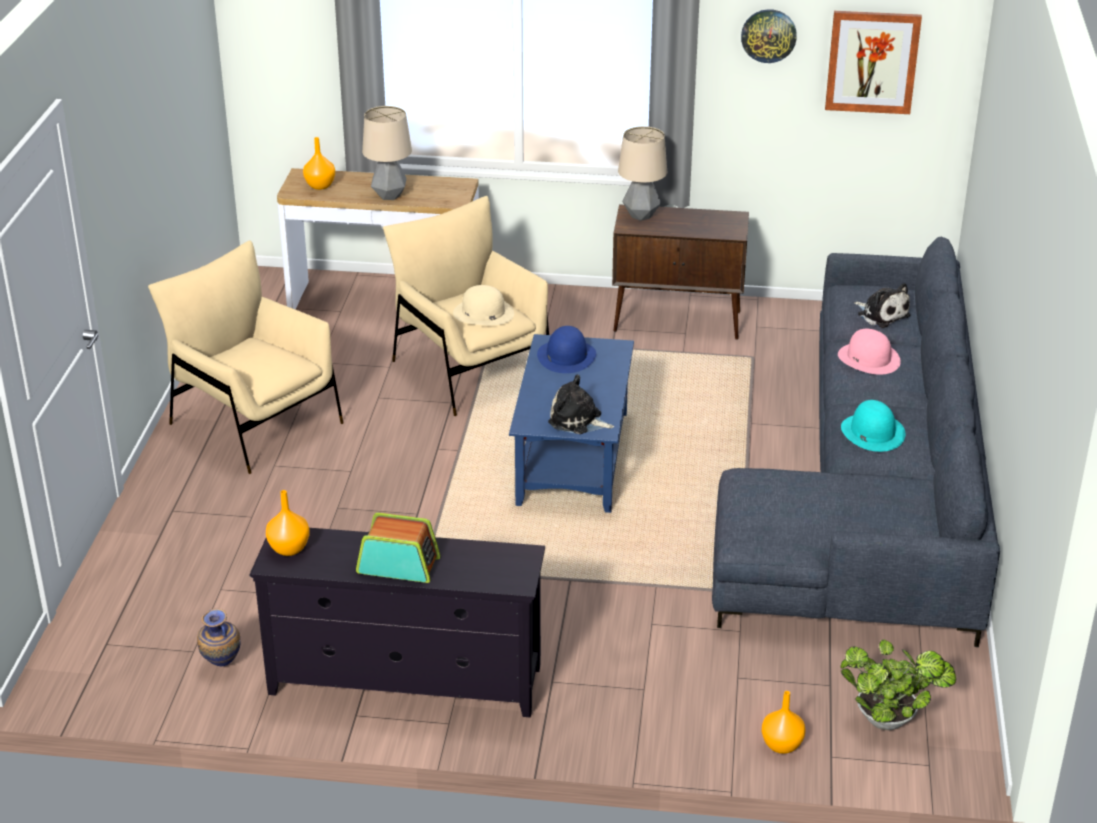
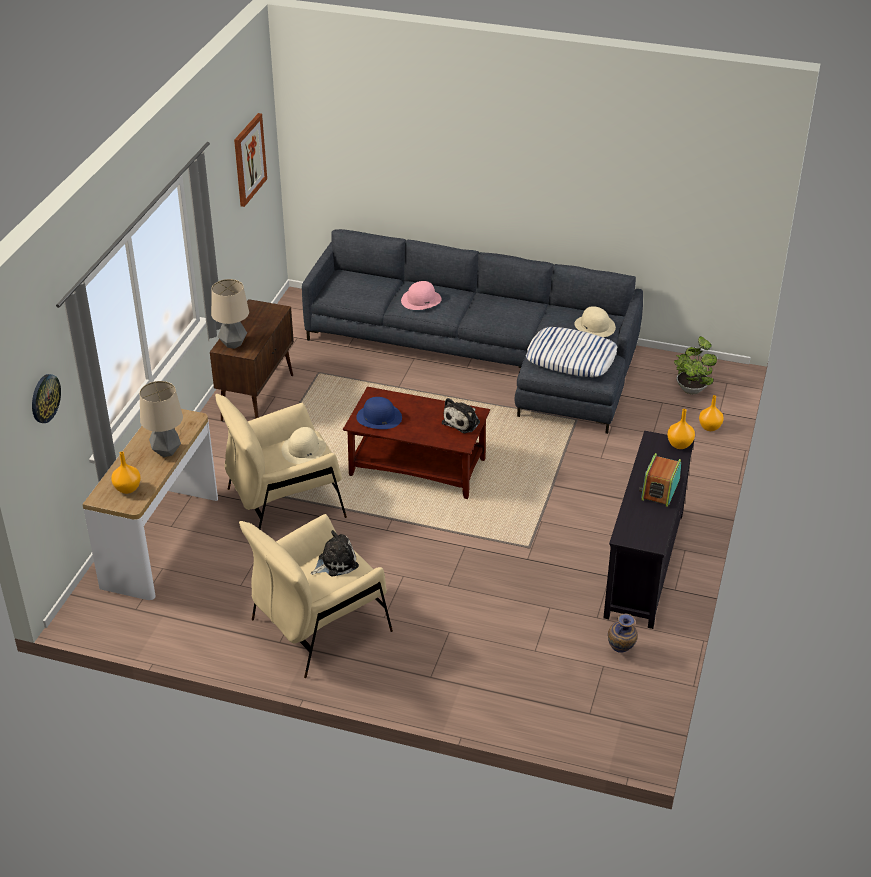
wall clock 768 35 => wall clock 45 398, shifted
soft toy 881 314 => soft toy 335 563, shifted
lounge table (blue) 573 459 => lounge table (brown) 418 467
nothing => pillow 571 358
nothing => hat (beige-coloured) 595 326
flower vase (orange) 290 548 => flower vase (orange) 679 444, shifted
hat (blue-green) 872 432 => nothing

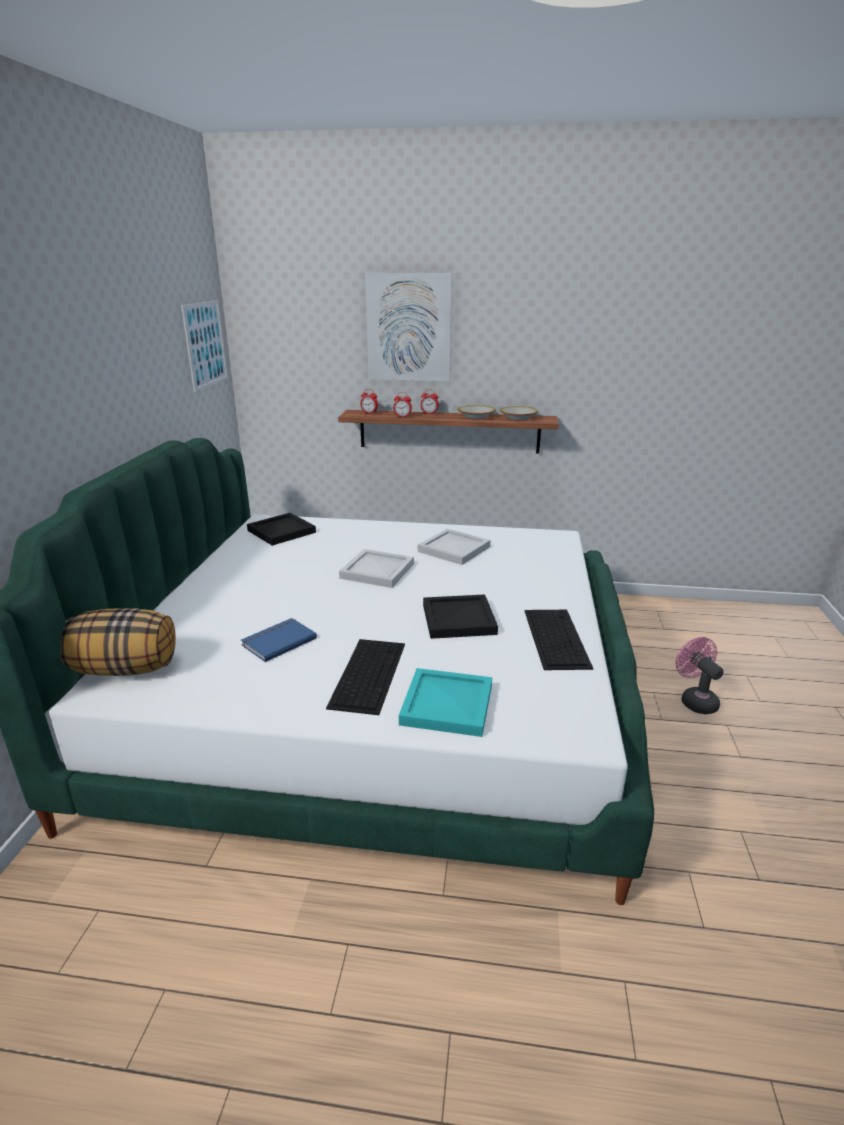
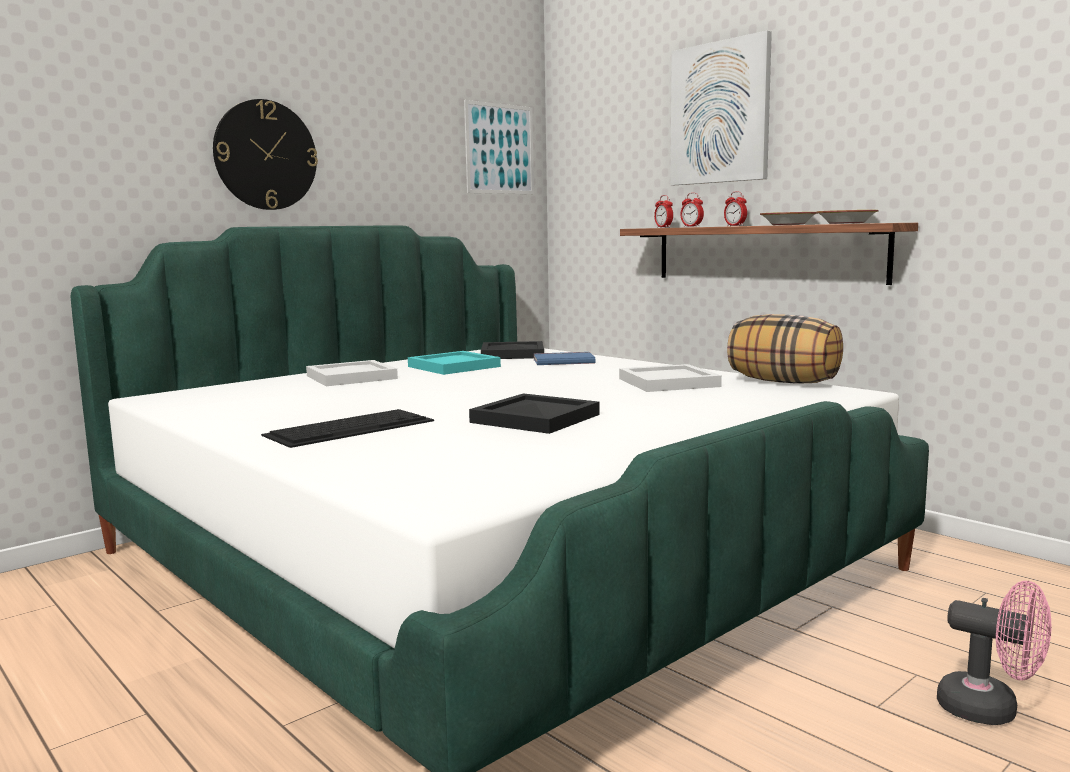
nothing => wall clock 265 155
tray (whitish) 378 570 => tray (whitish) 353 377, shifted
tray (blue-green) 448 704 => tray (blue-green) 455 366, shifted
book (blue) 277 641 => book (blue) 563 361, shifted
pillow 126 668 => pillow 784 382, shifted
cooling fan (pink-coloured) 695 700 => cooling fan (pink-coloured) 990 710, 105 degrees clockwise
computer keyboard 555 637 => nothing

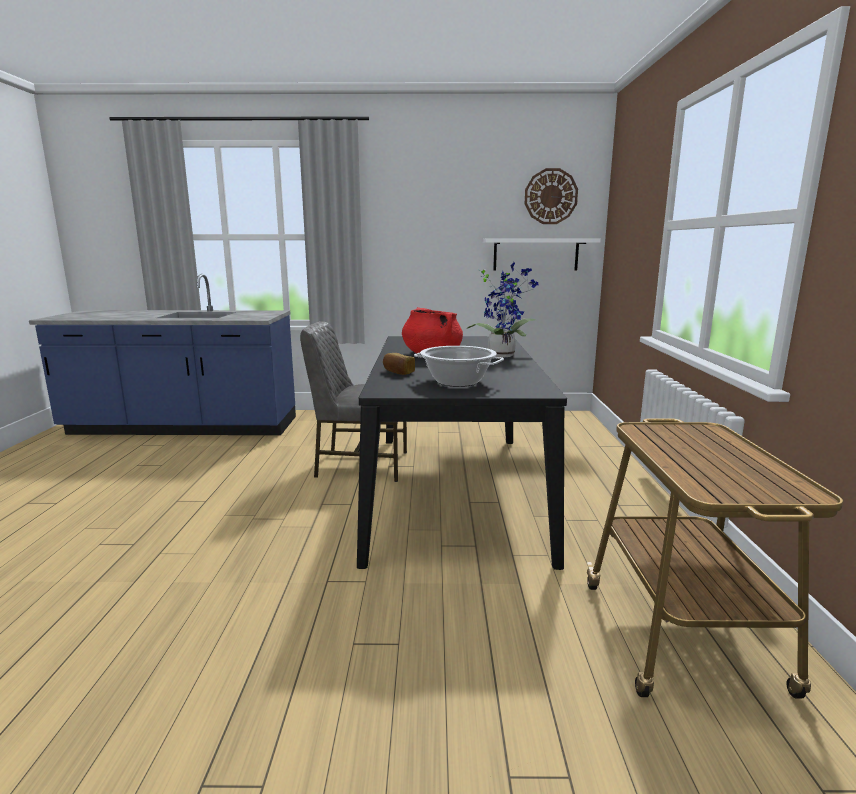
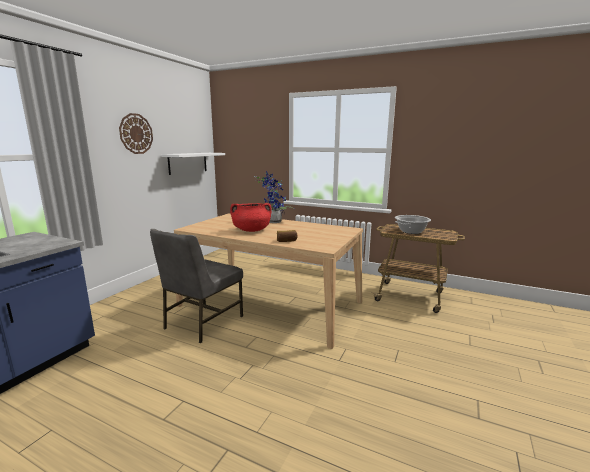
wall clock 550 196 => wall clock 136 134, shifted
dining table (blackish) 453 489 => dining table (beige-coloured) 270 303
cooking pot 458 382 => cooking pot 411 231, shifted

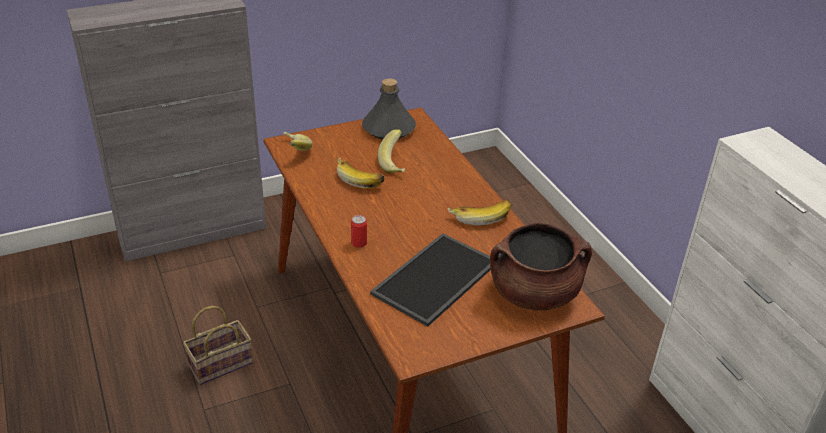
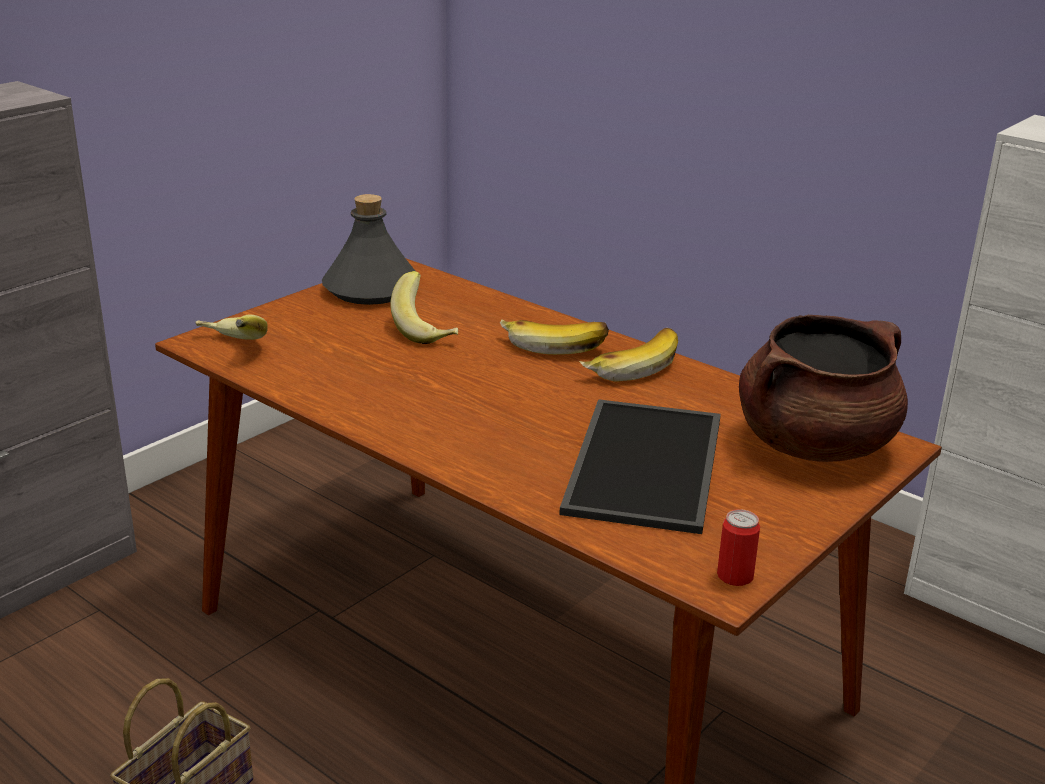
banana 360 179 => banana 554 345, shifted
can 359 243 => can 735 576, shifted

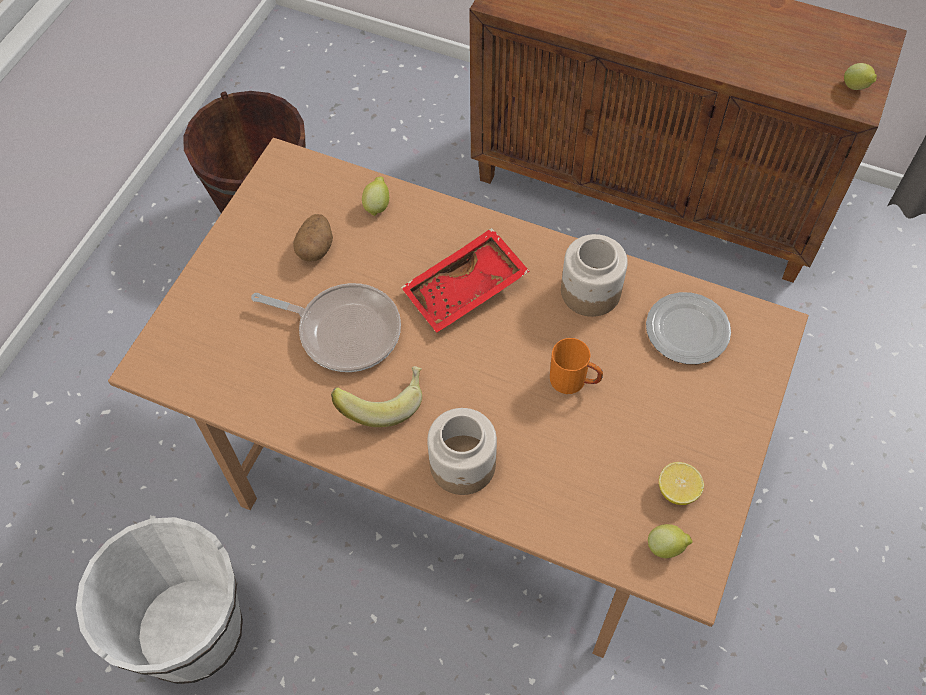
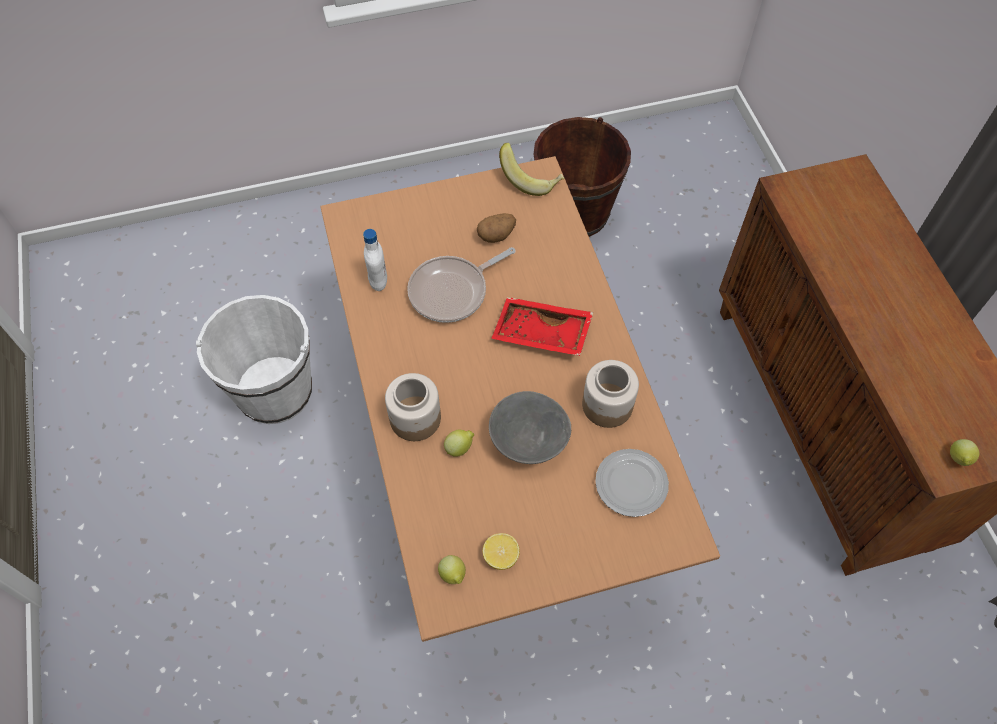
nothing => bottle (whitish) 378 281
pan 344 330 => pan 452 291, 75 degrees clockwise
whole lemon 377 205 => whole lemon 459 448, shifted
coffee mug (orange) 574 381 => serving bowl (grey) 529 441
banana 383 401 => banana 531 179, shifted

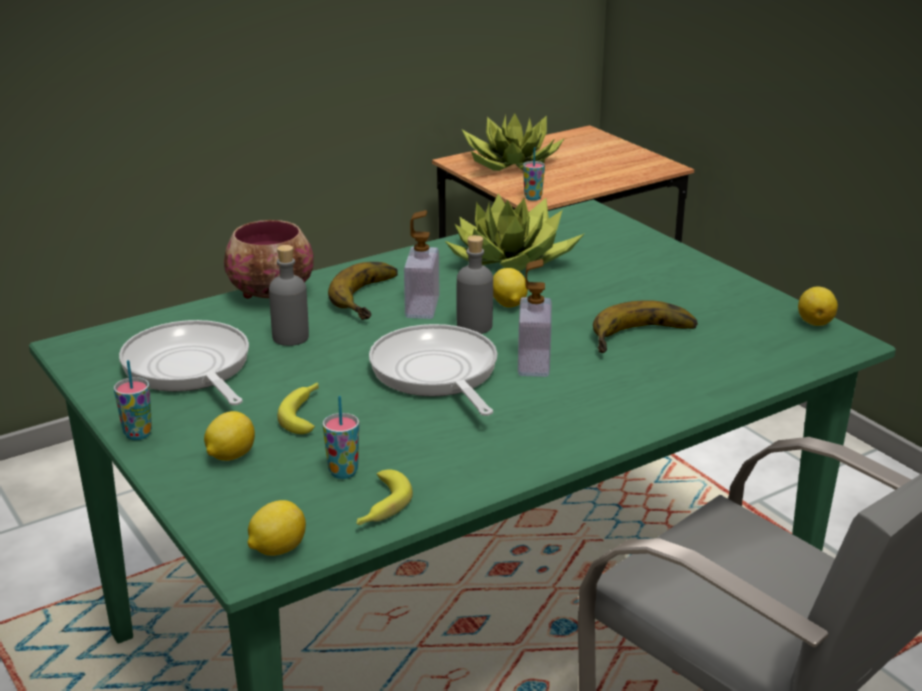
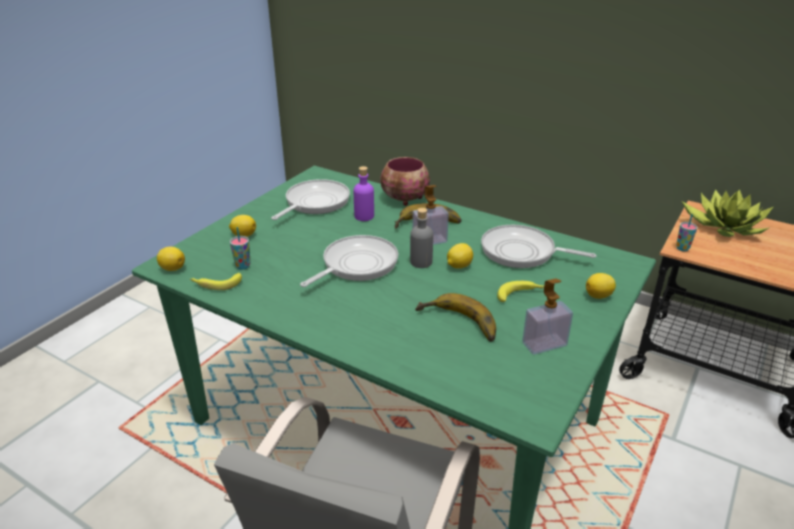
bottle (grey) 290 337 => bottle (purple) 364 216
potted plant 512 259 => pan 522 252
banana 305 413 => banana 520 295, shifted
soap dispenser 533 363 => soap dispenser 544 344, shifted
whole lemon 815 322 => whole lemon 599 296, shifted
small cup 138 434 => nothing

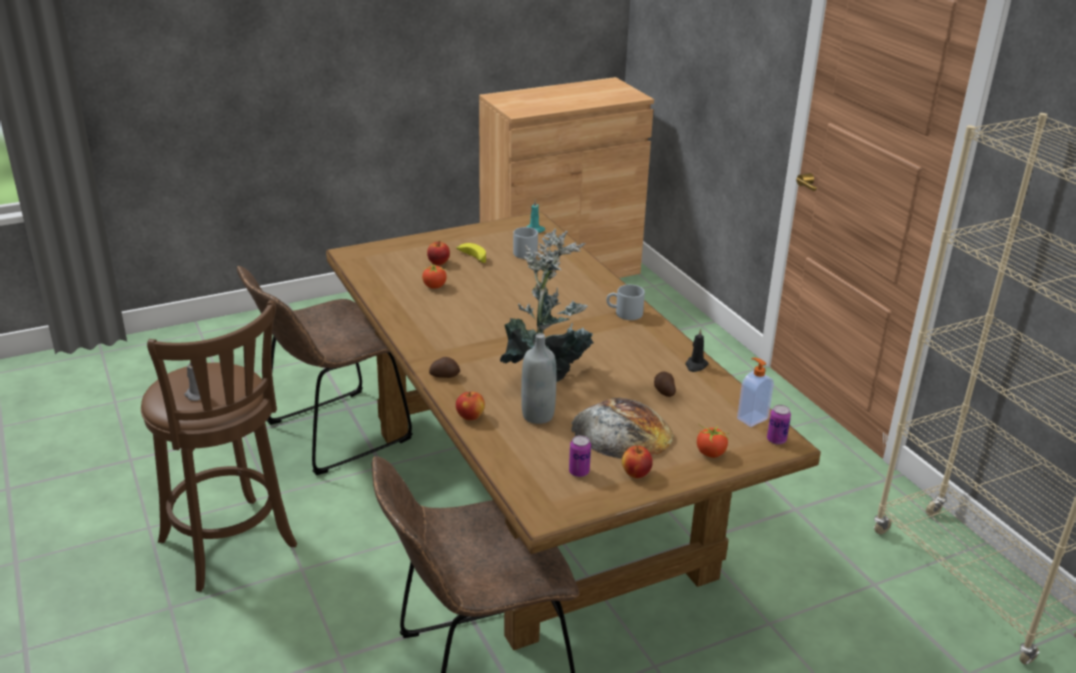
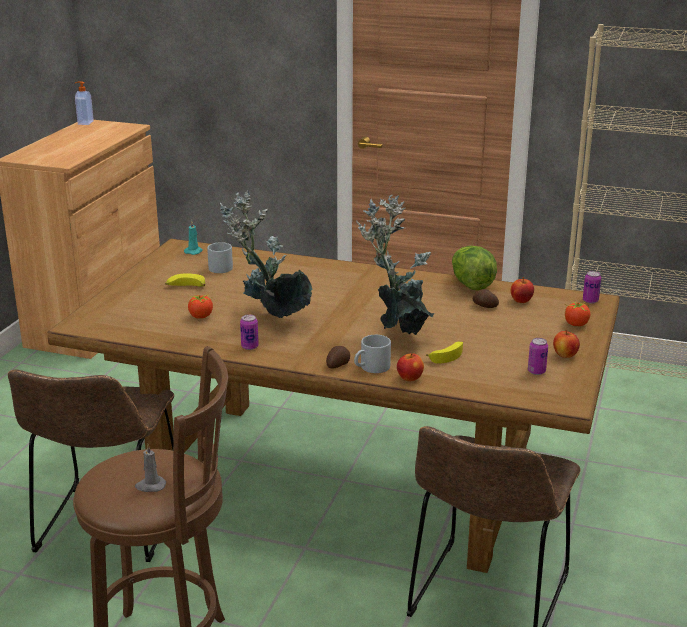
soap dispenser 751 418 => soap dispenser 85 123, shifted
nothing => potted plant 271 319
nothing => can 250 347
coffee mug (grey) 624 313 => coffee mug (grey) 371 368, shifted
bottle (grey) 538 415 => banana 447 355
candle (blackish) 696 365 => lettuce 471 284
apple 438 263 => apple 521 301, shifted
bread 621 432 => nothing

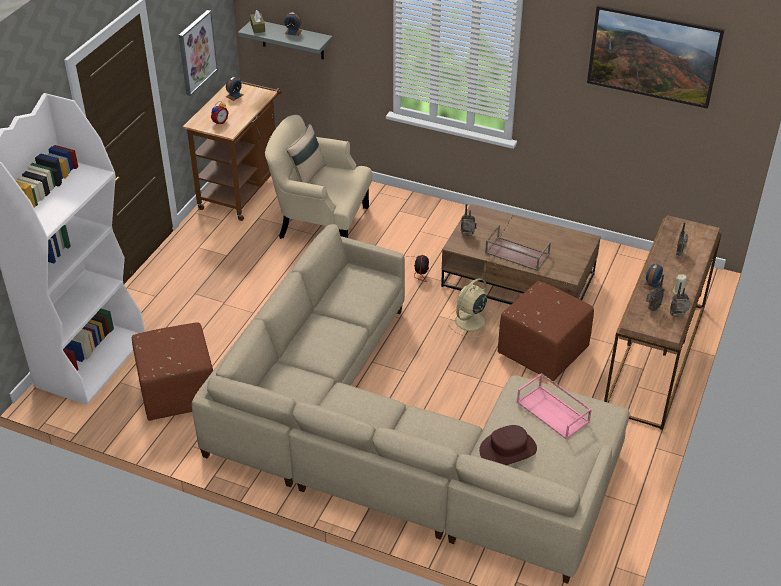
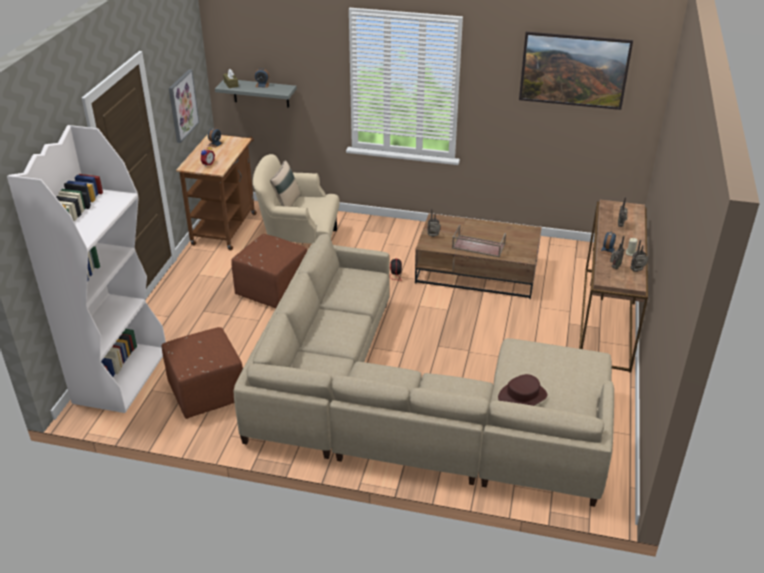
footrest (brown) 543 351 => footrest (brown) 273 290, shifted
cooling fan (beige-coloured) 469 321 => nothing
tray (pink-coloured) 554 412 => nothing

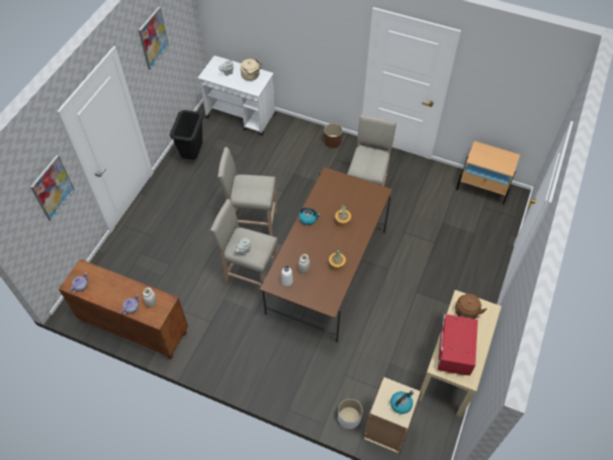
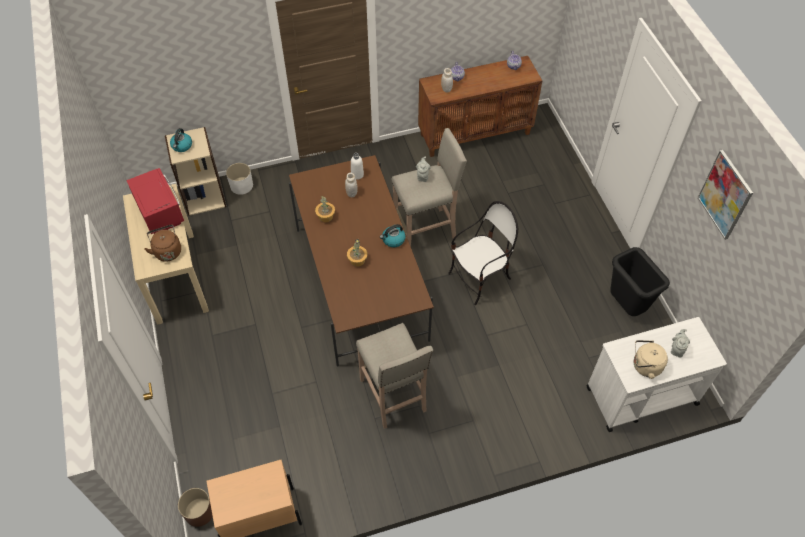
planter (brown) 332 141 => planter (brown) 199 512, shifted
stool seat (beige-coloured) 252 223 => chair 480 278
wall picture 52 188 => nothing

